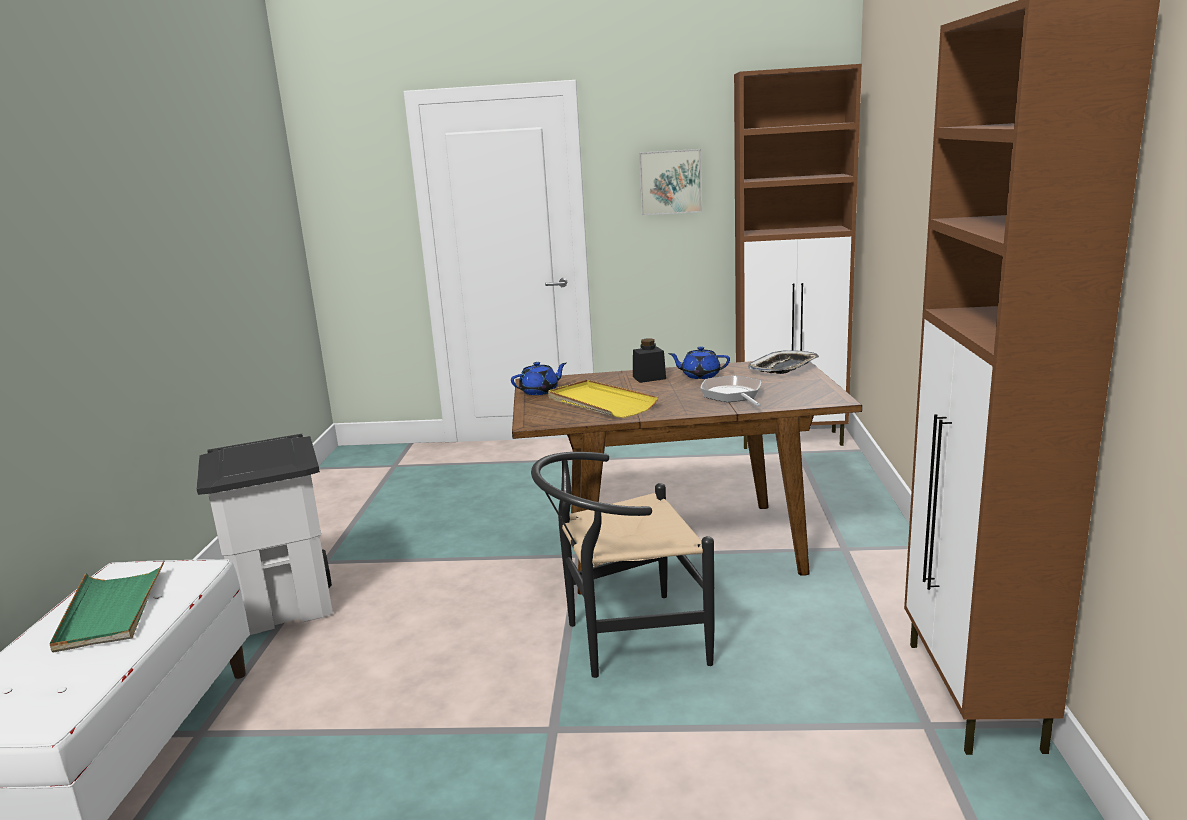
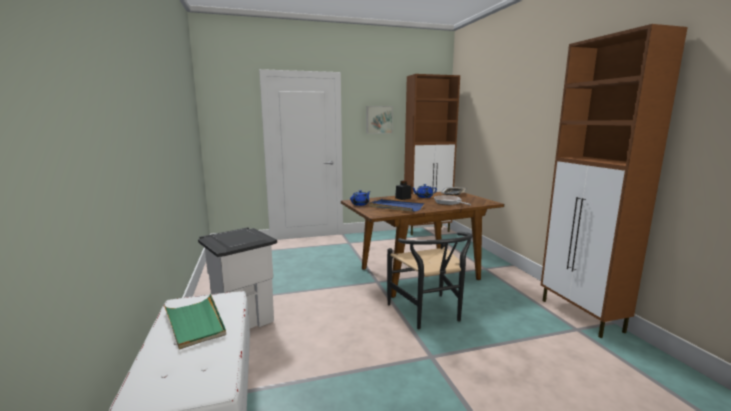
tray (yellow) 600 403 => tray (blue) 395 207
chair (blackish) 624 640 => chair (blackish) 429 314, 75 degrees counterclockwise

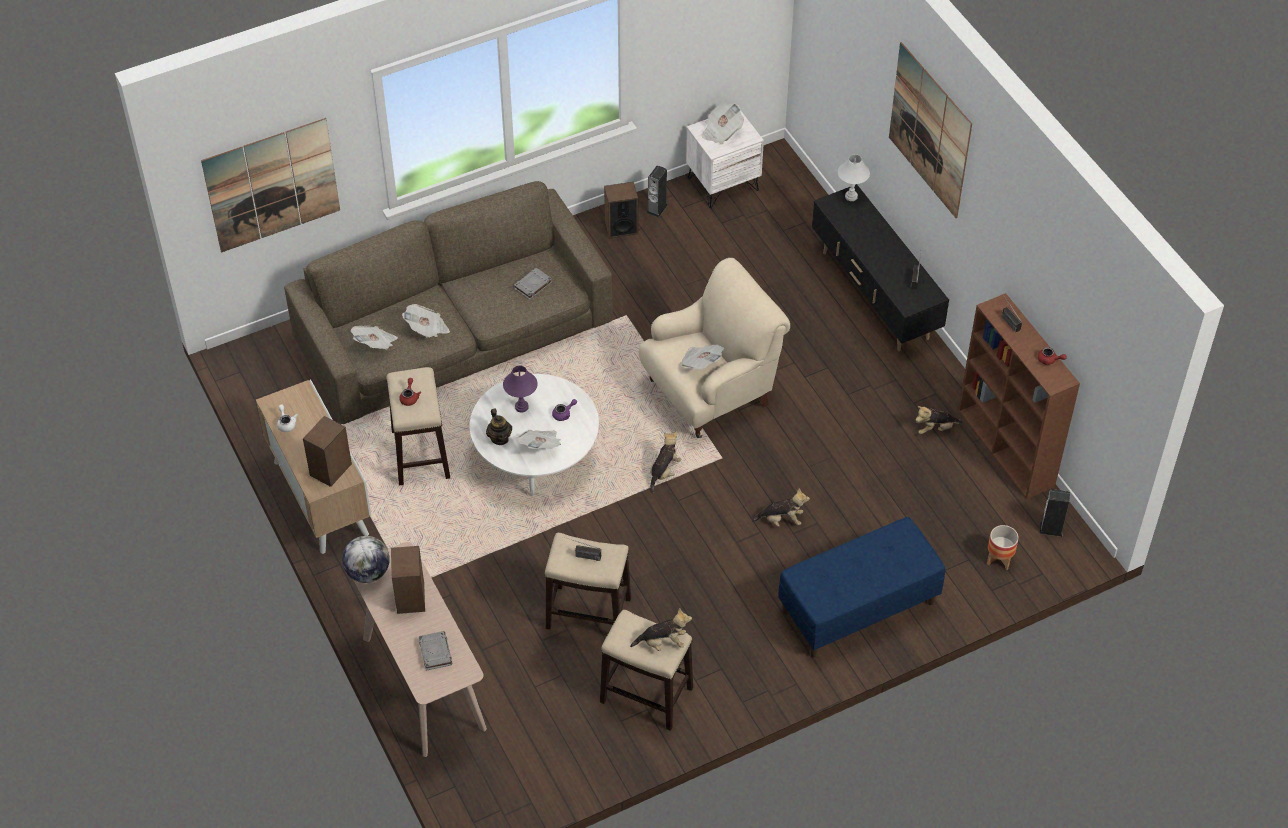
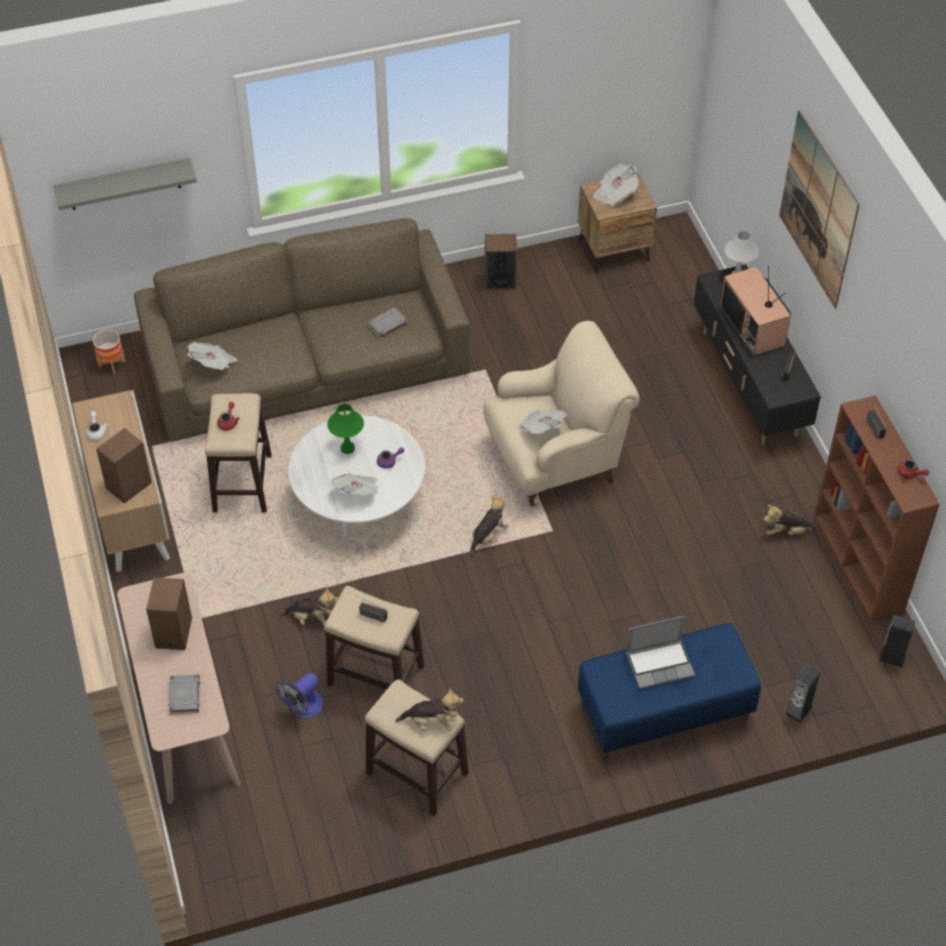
wall picture 272 185 => bracket shelf (grey) 124 184
planter 999 558 => planter 112 364, shifted
nothing => cooling fan 303 708
soft toy 781 520 => soft toy 311 618, shifted
lamp for a table (purple) 521 407 => lamp for a table (green) 347 448
bedside table (whitish) 722 184 => bedside table (brown) 613 249
nothing => portable computer 660 664
nothing => TV set 754 326
loudspeaker 657 208 => loudspeaker 799 710, shifted
globe 368 572 => nothing
daily paper 427 329 => nothing
pot for tea 500 438 => nothing

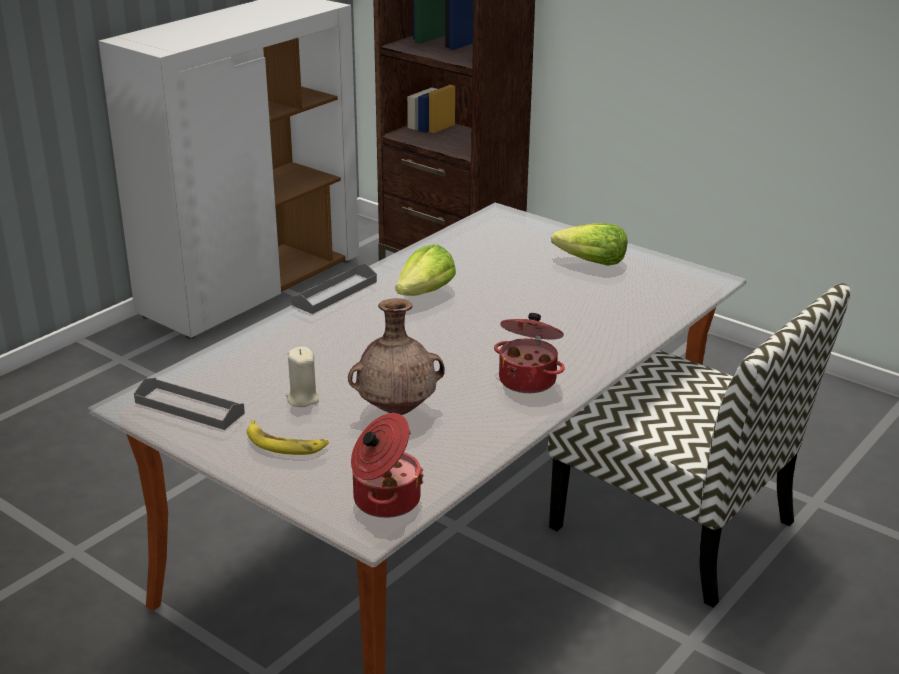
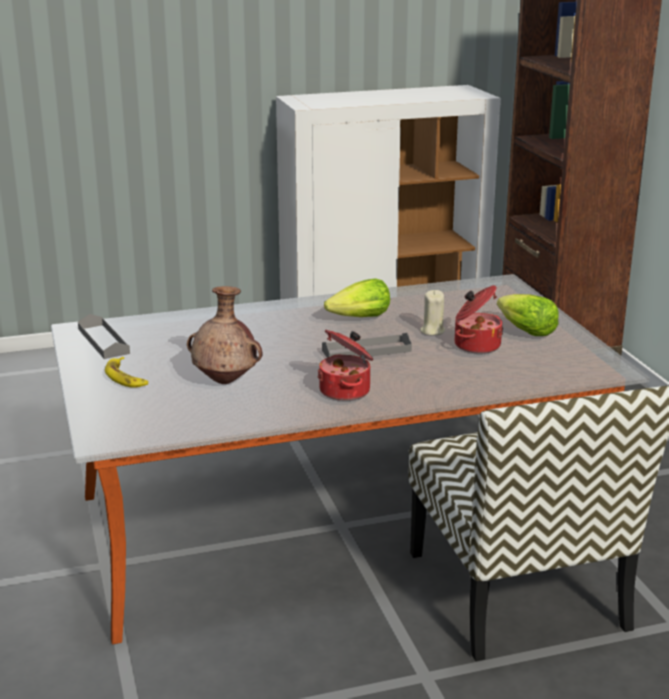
tray (grey) 335 293 => tray (grey) 366 351, shifted
candle (beige-coloured) 302 399 => candle (beige-coloured) 432 331, shifted
cooking pot 384 499 => cooking pot 476 345, shifted

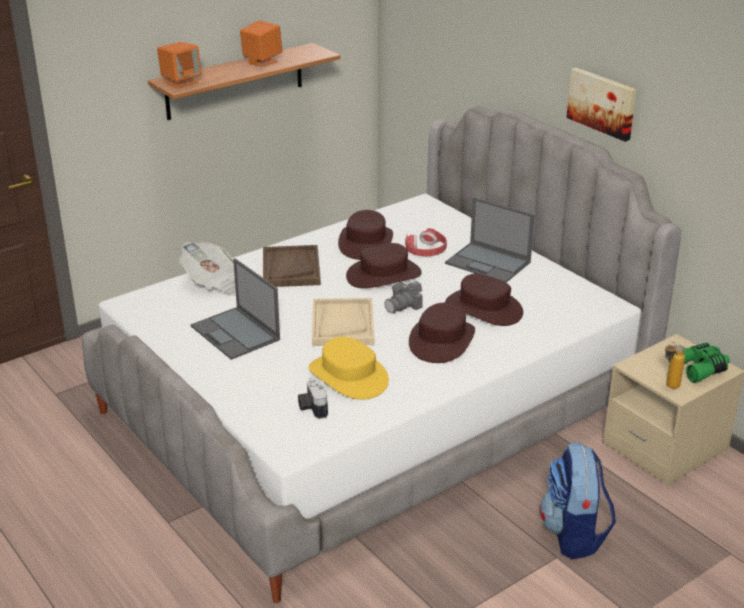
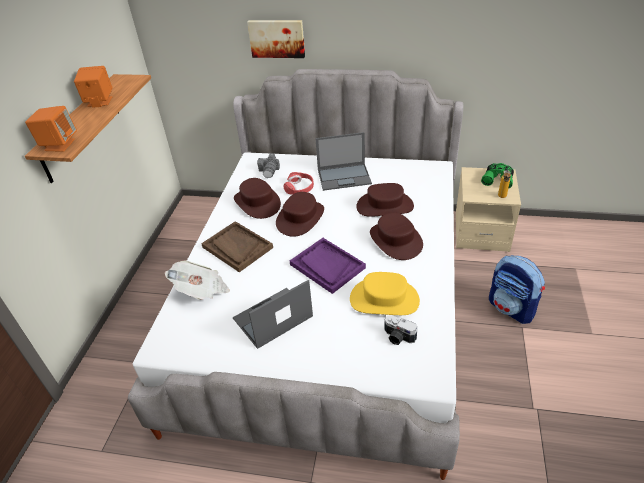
portable computer 236 333 => portable computer 272 318, 135 degrees clockwise
wall picture 602 103 => wall picture 277 38, shifted
still camera 404 306 => still camera 269 171, shifted
tray (beige-coloured) 342 324 => tray (purple) 327 266

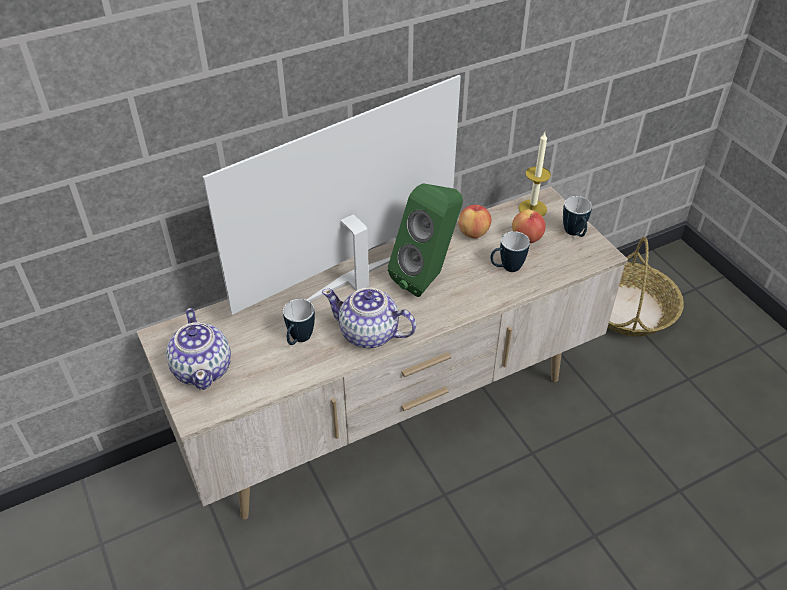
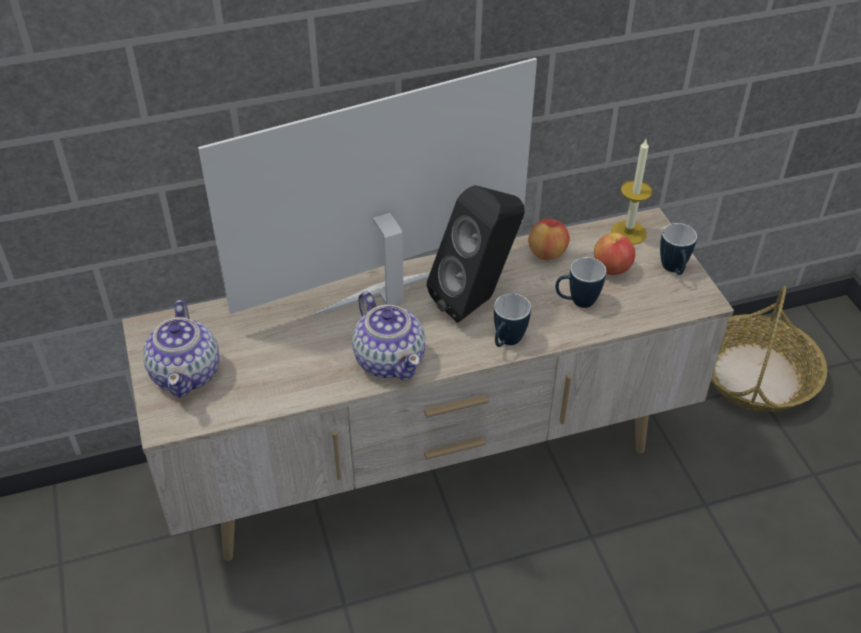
pot for tea 369 334 => pot for tea 390 359, 150 degrees counterclockwise
loudspeaker (green) 427 277 => loudspeaker (blackish) 477 300
coffee mug 299 340 => coffee mug 506 343, shifted

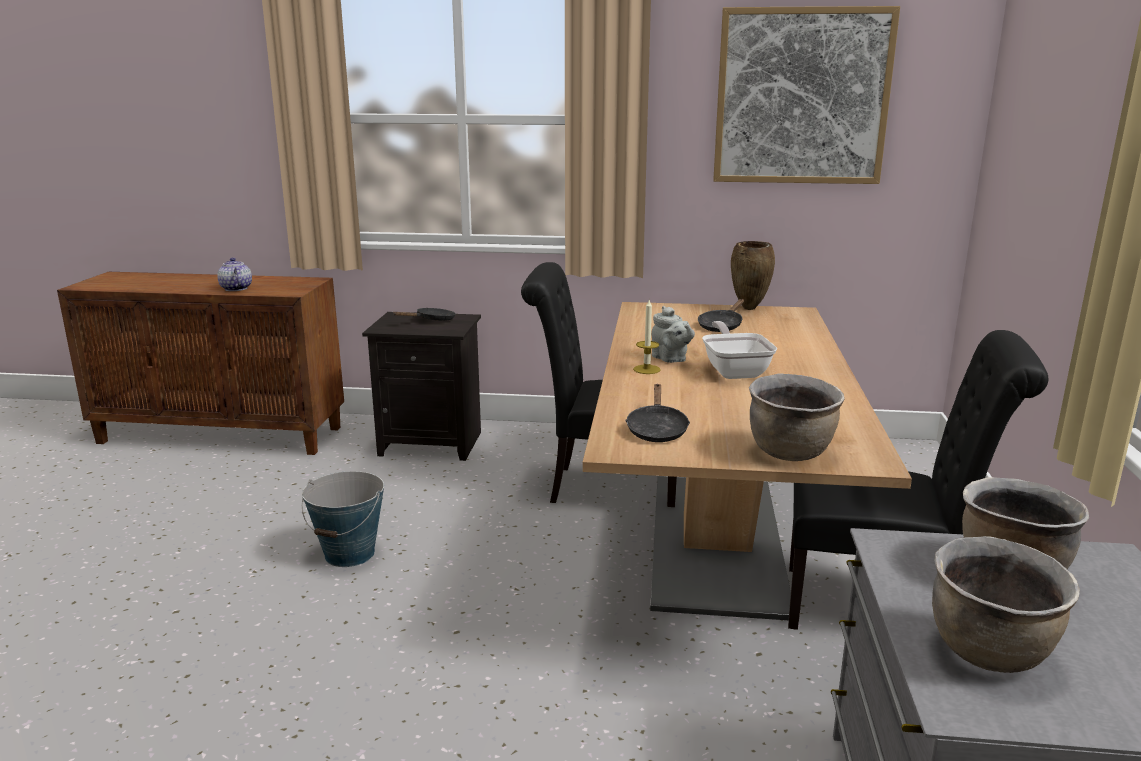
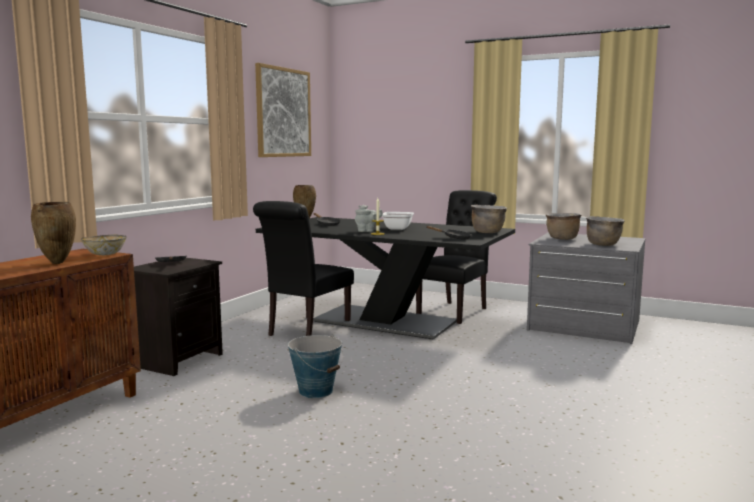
pot for tea 235 288 => flower vase (brown) 57 263
nothing => serving bowl 105 254
dining table (beige-coloured) 716 542 => dining table (blackish) 385 322

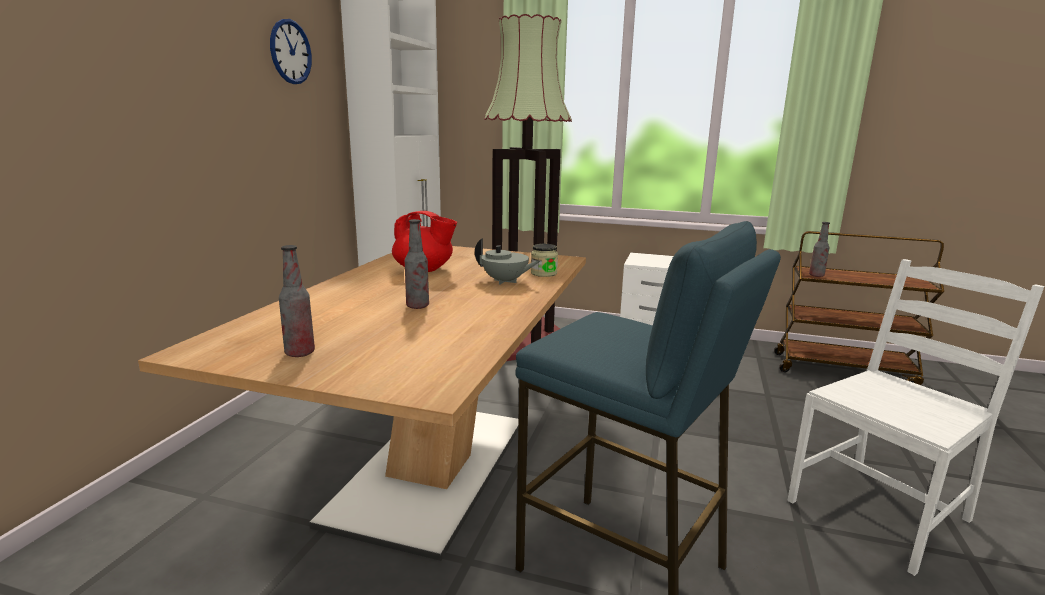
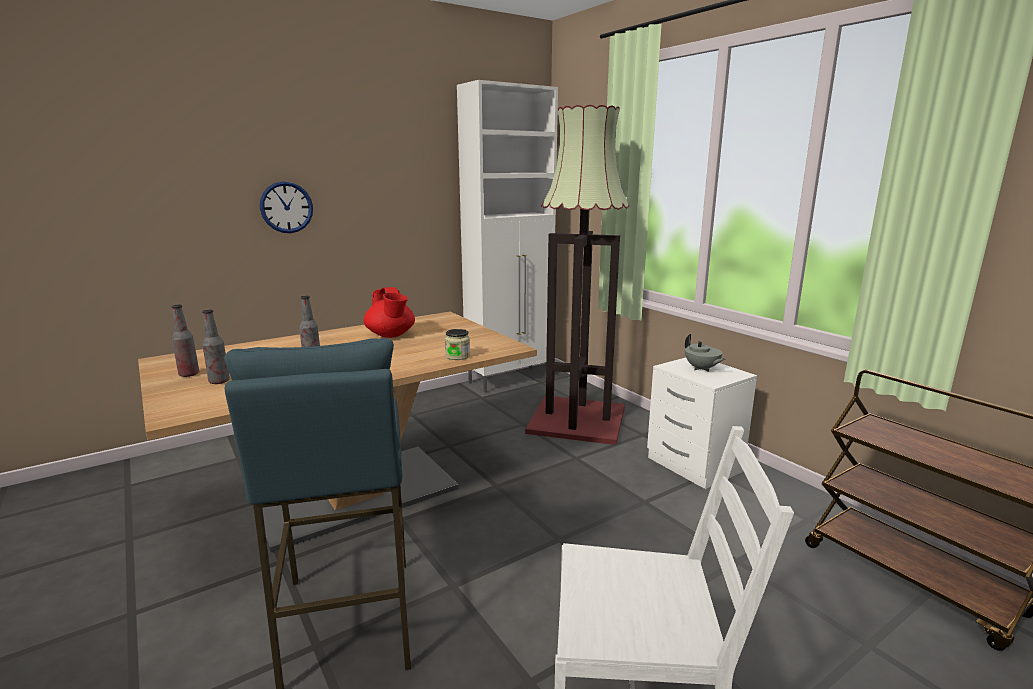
bottle 816 275 => bottle 219 381, shifted
wall clock 290 52 => wall clock 286 207, shifted
pot for tea (grey) 505 281 => pot for tea (grey) 701 369, shifted

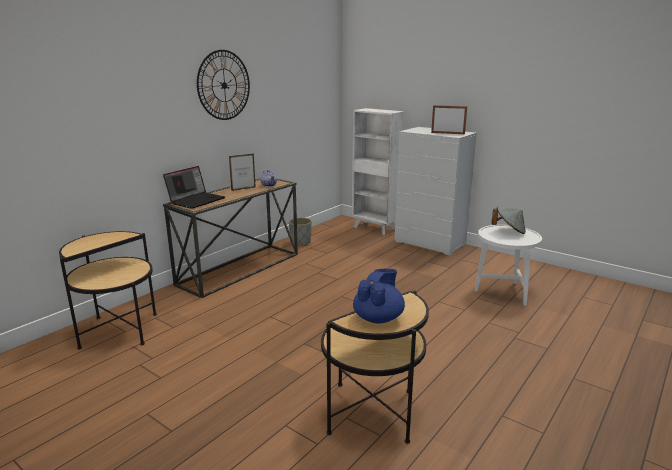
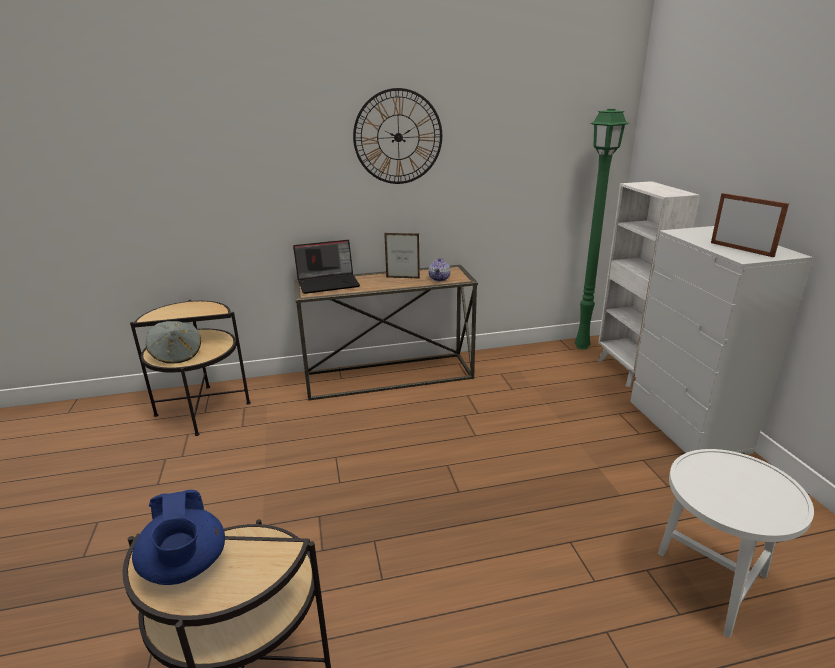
pot for tea (blue) 378 318 => pot for tea (blue) 185 567, 90 degrees clockwise
hat (grey) 509 231 => hat (grey) 177 355, shifted
nothing => standing lamp (green) 583 347
planter (grey) 300 243 => nothing

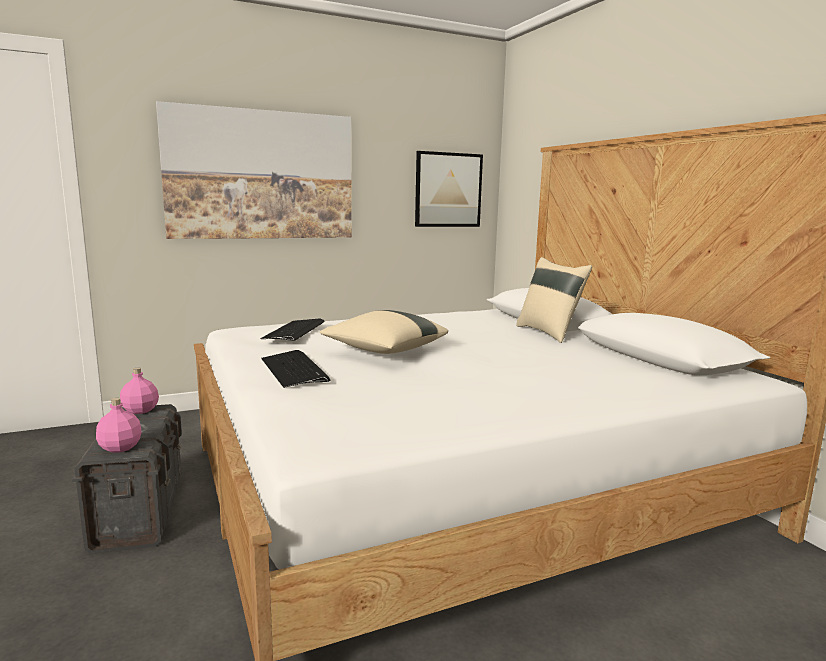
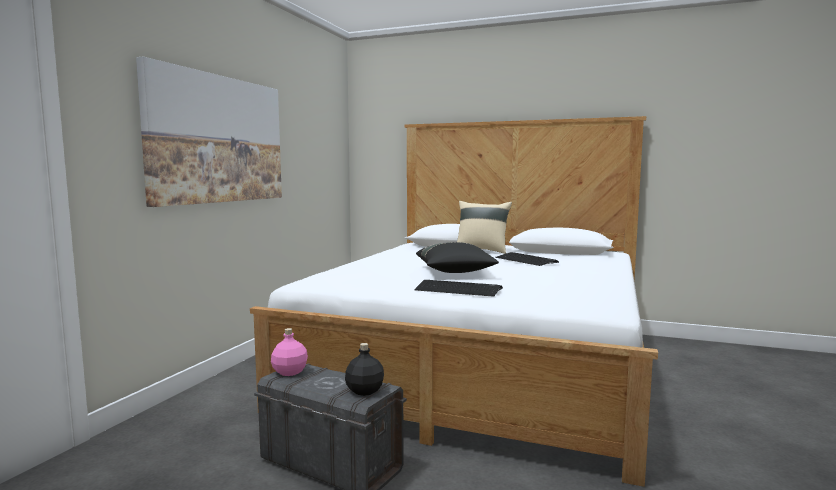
bottle (pink-coloured) 119 447 => bottle (blackish) 364 391
pillow (beige-coloured) 384 350 => pillow (blackish) 455 272
computer keyboard 295 331 => computer keyboard 526 260, shifted
wall picture 448 190 => nothing

